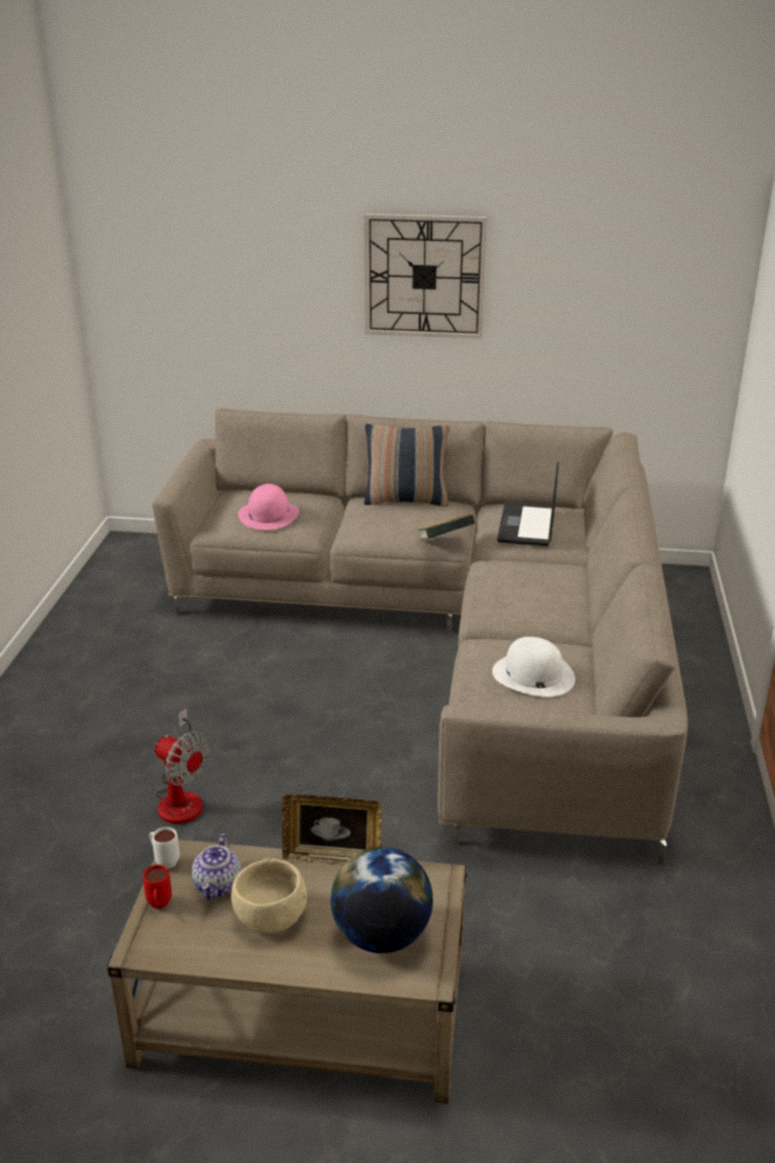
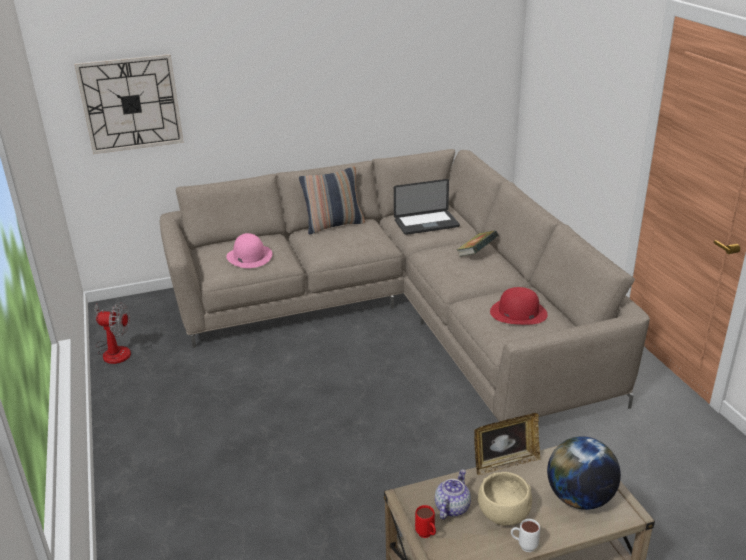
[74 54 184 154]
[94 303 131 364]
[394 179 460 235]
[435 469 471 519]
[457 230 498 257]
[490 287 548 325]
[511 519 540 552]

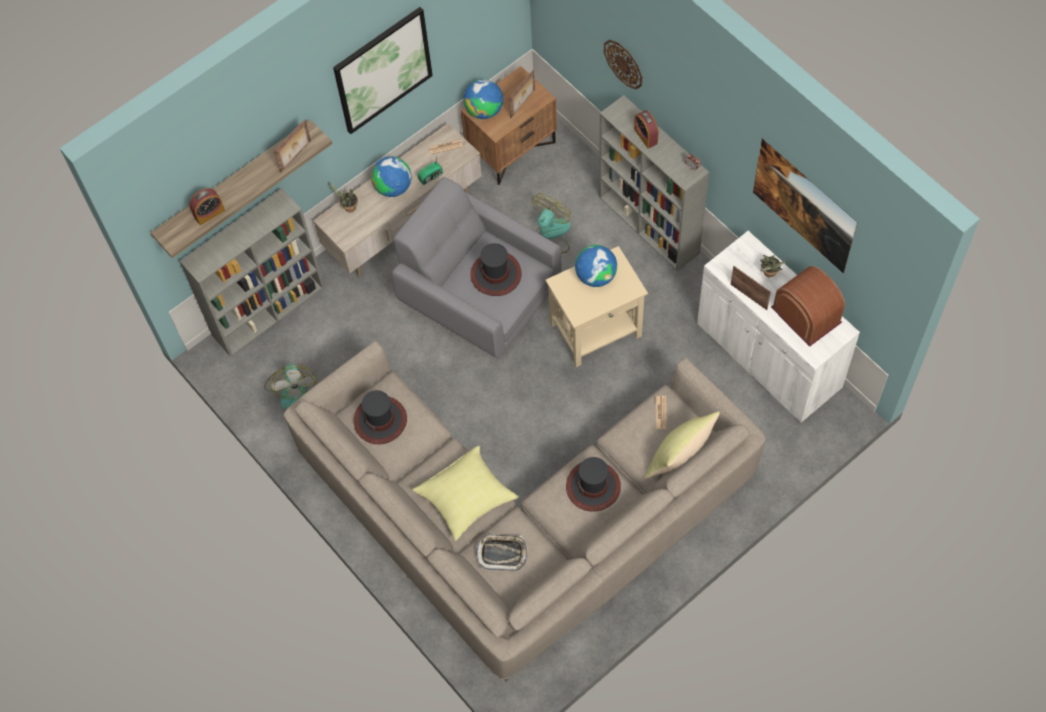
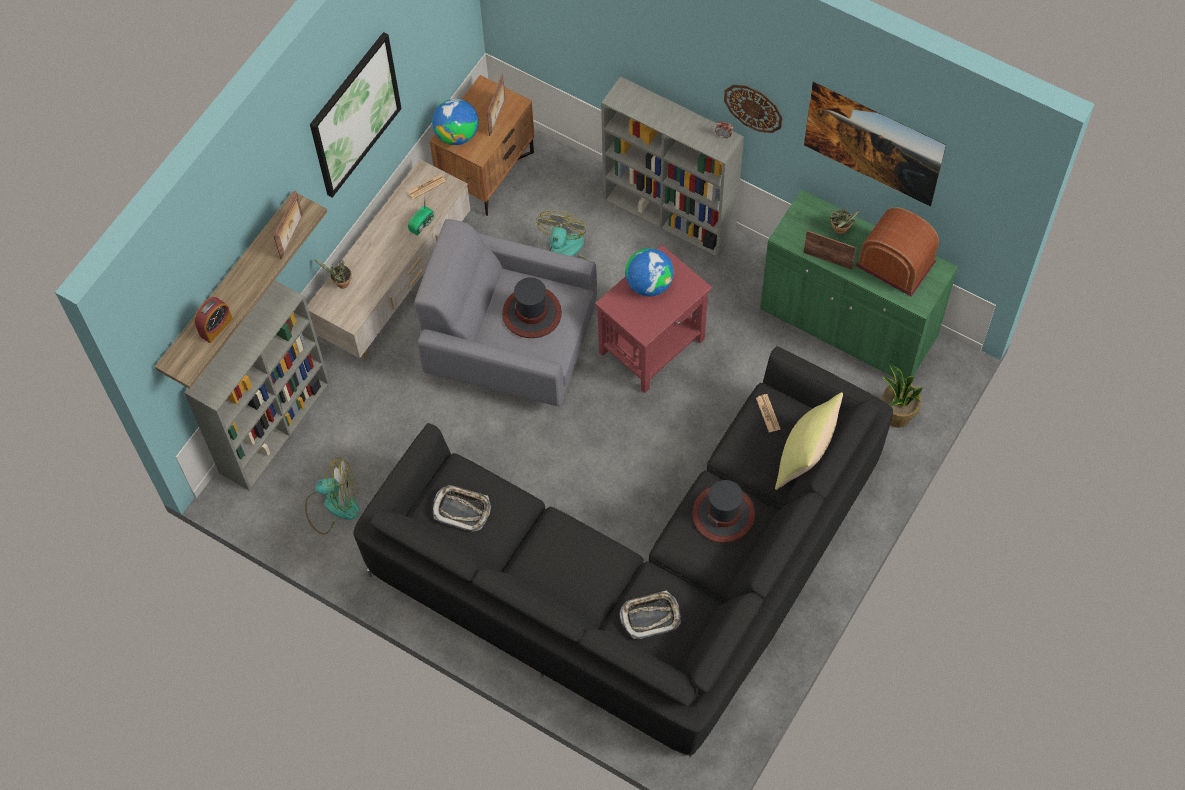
[305 457 360 535]
[353 346 893 757]
[433 485 491 532]
[595 245 712 393]
[724 85 783 133]
[760 190 958 379]
[882 366 923 428]
[371 156 412 197] (first image)
[412 446 519 541] (first image)
[634 110 658 148] (first image)

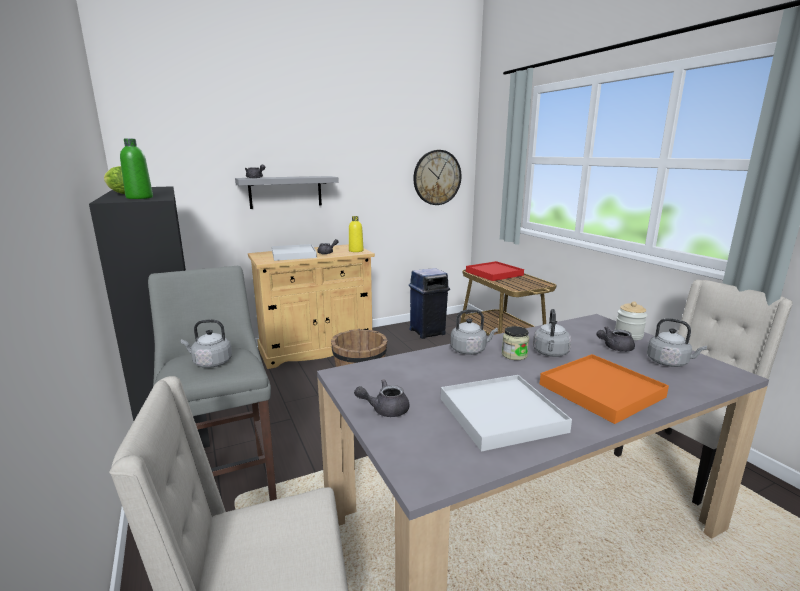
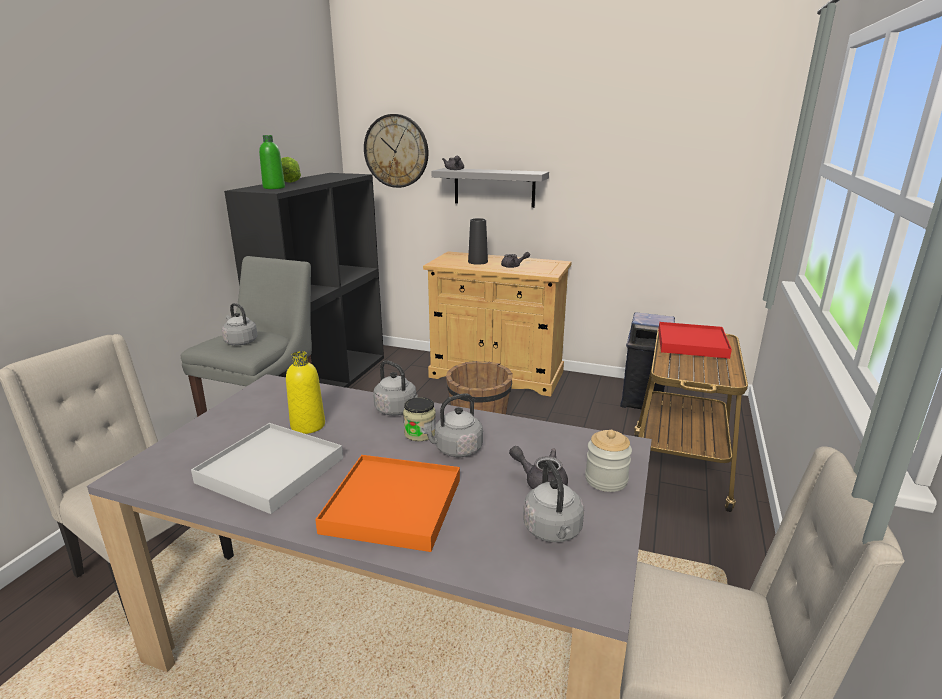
[286 351 325 434]
[364 114 428 188]
[468 218 488 265]
[354 379 409 417] (first image)

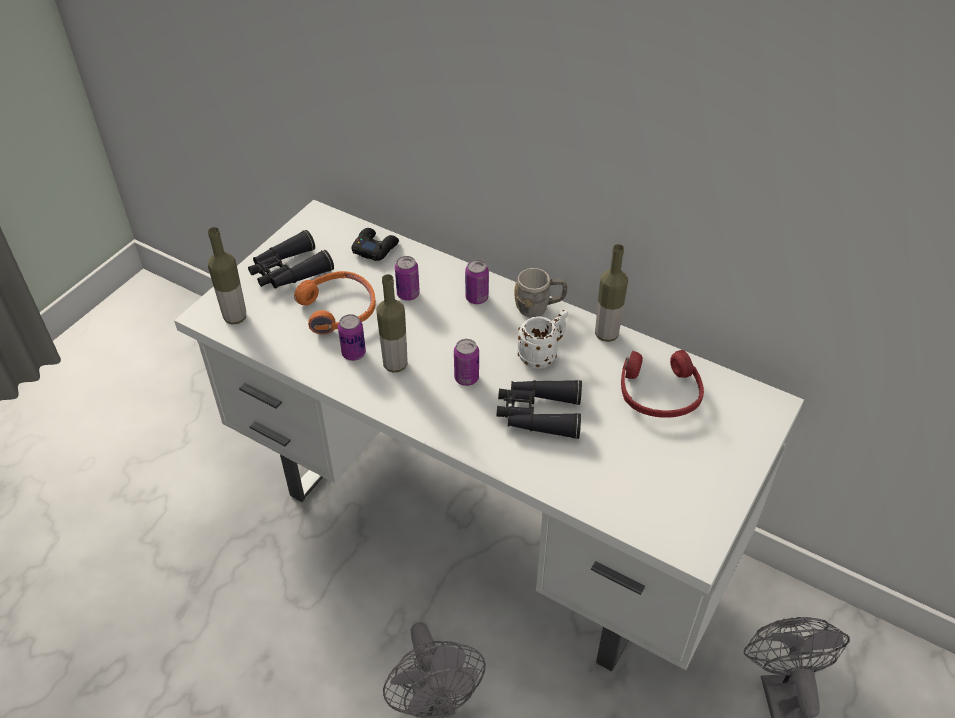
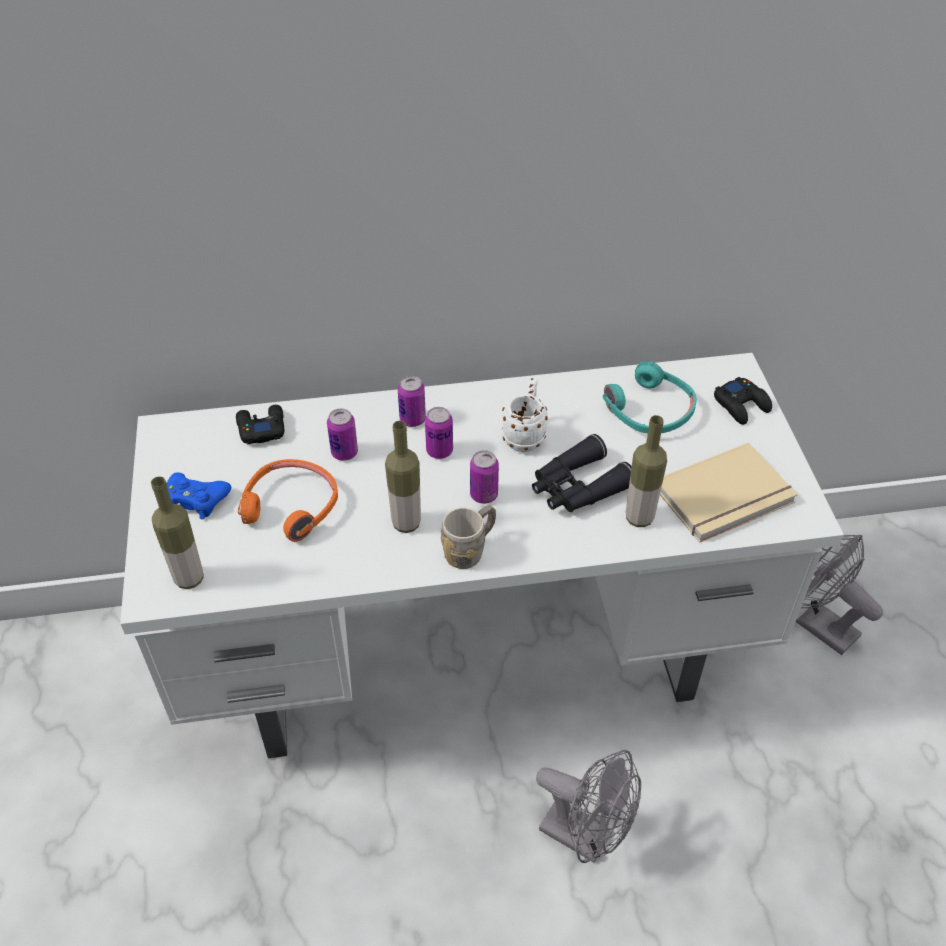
[167 472 231 519]
[425 407 453 459]
[441 505 496 569]
[603 361 697 433]
[626 415 667 527]
[660 442 798 543]
[714 377 772 425]

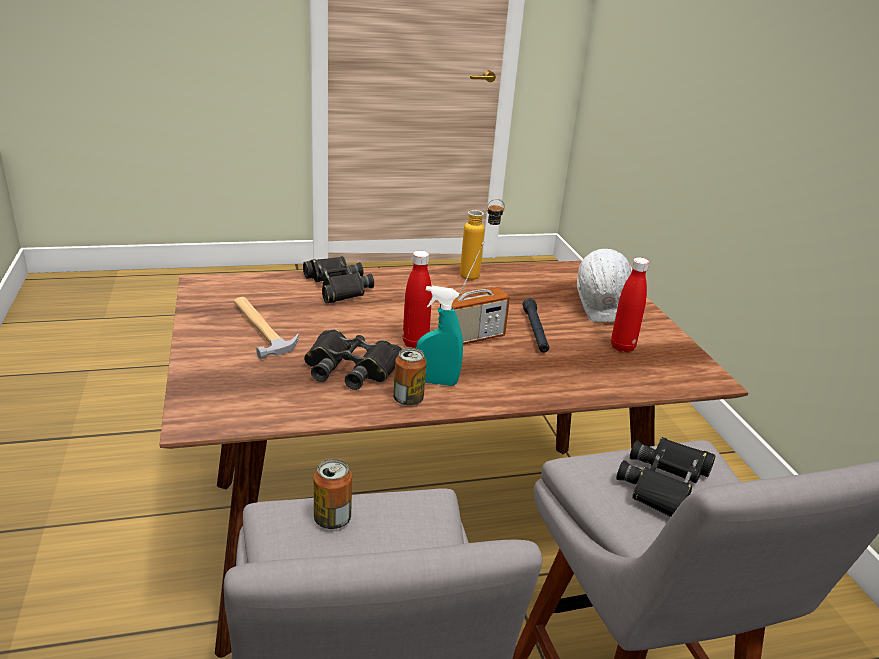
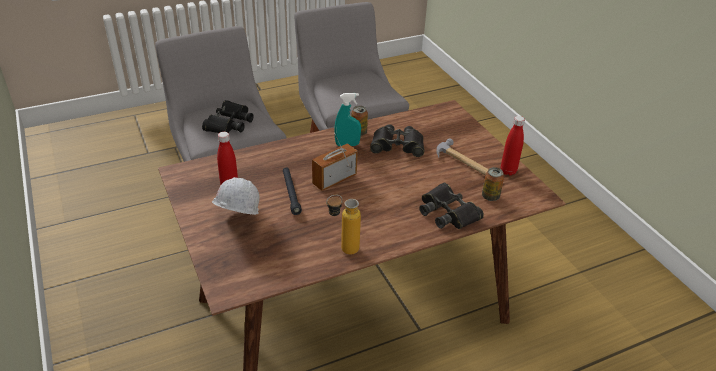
[482 167 504 201]
[501 116 525 175]

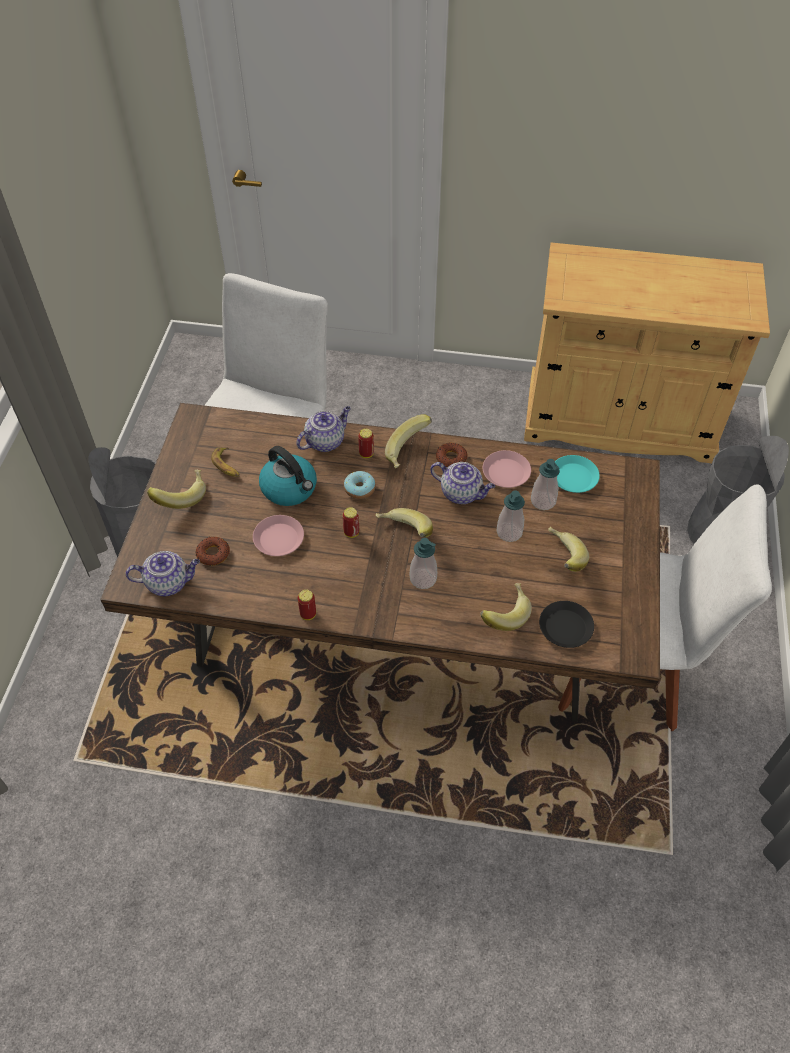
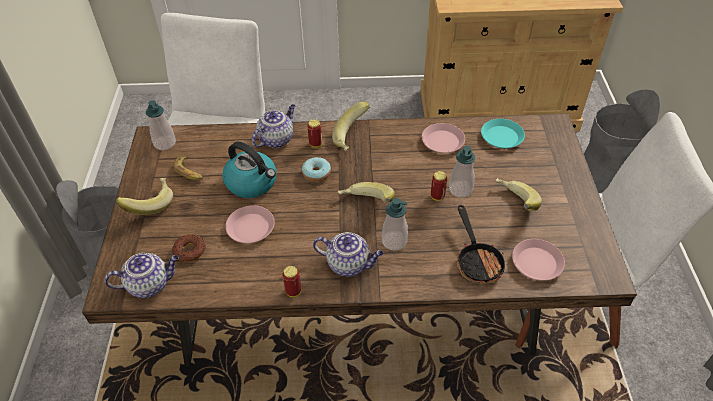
[146 100 176 150]
[313 232 384 277]
[431 171 447 201]
[457 205 508 284]
[512 239 565 281]
[436 442 468 467] (first image)

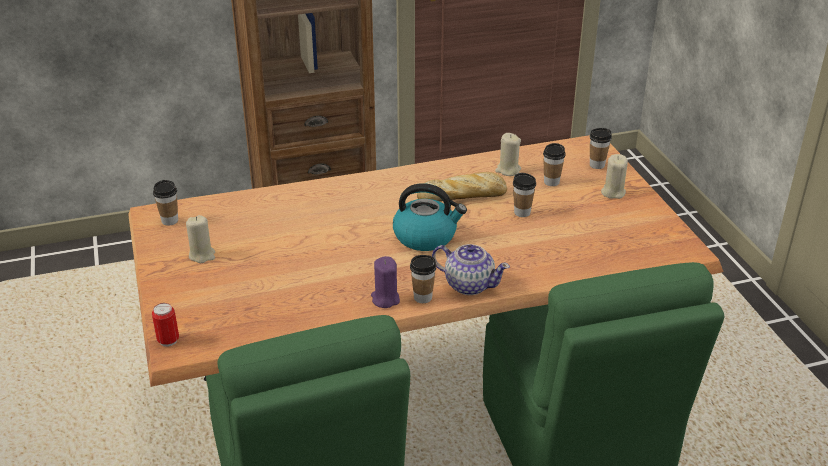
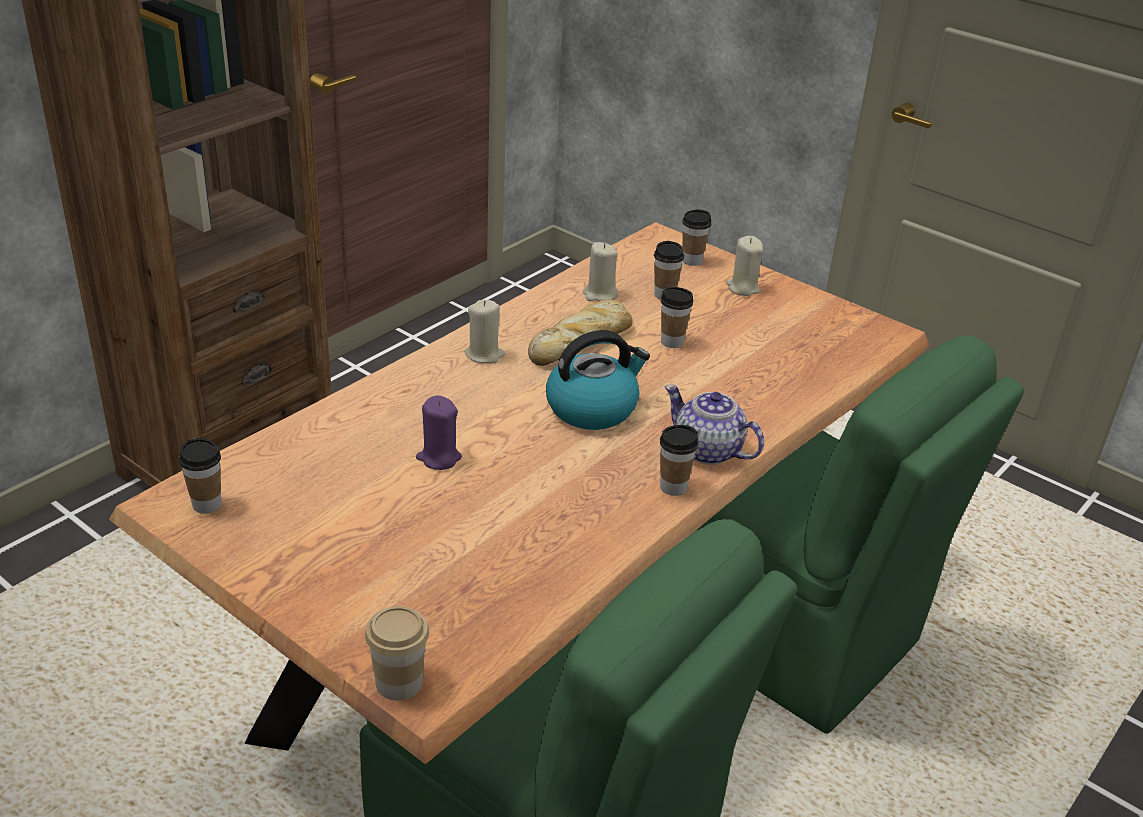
[365 606 429 700]
[416 395 462 470]
[465 300 505 363]
[664 385 764 465]

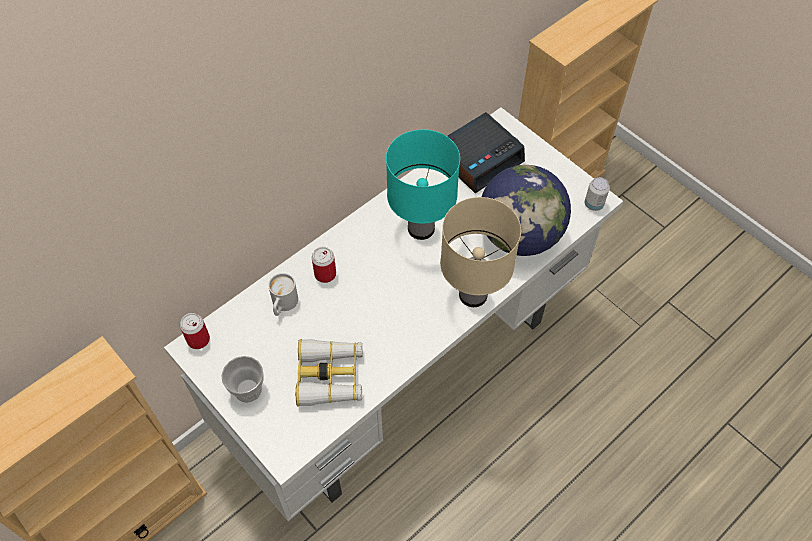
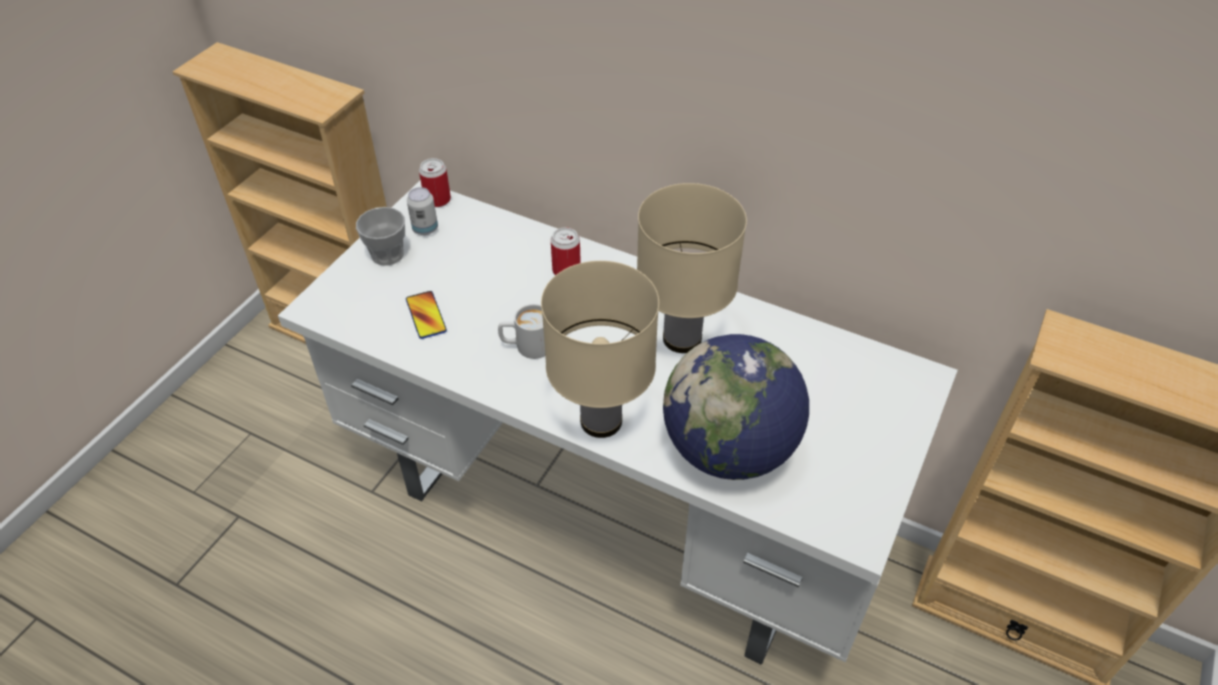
[406 291 447 339]
[407 187 438 235]
[498 304 545 359]
[637 183 747 353]
[447 112 525 193] (first image)

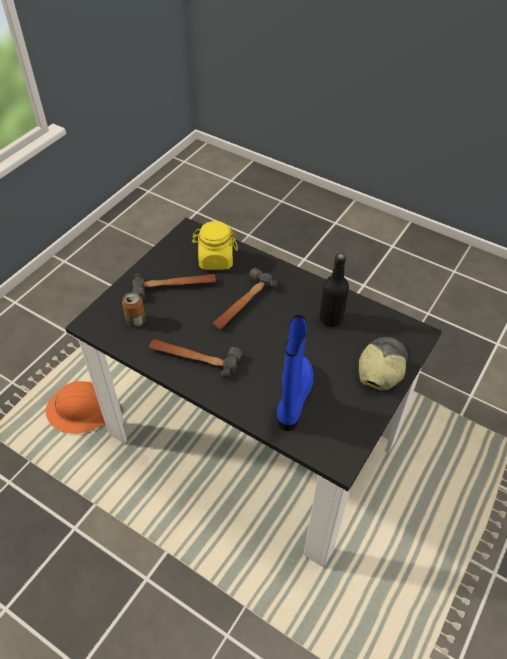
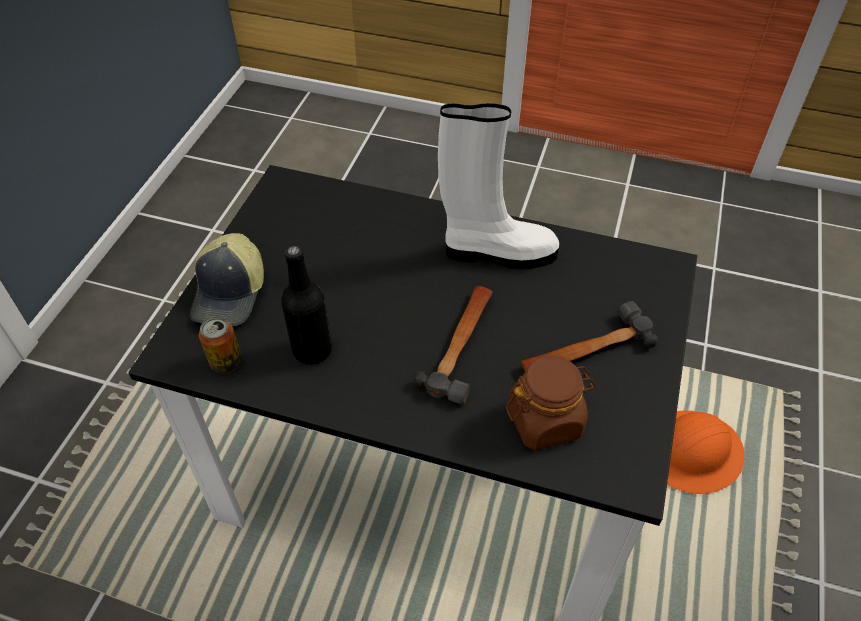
[199 316 242 373]
[438 103 559 269]
[506 356 596 450]
[277 315 314 431] (first image)

